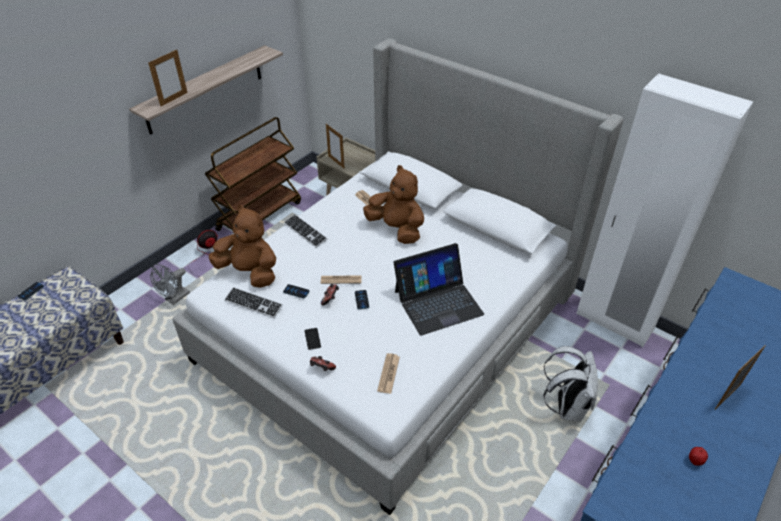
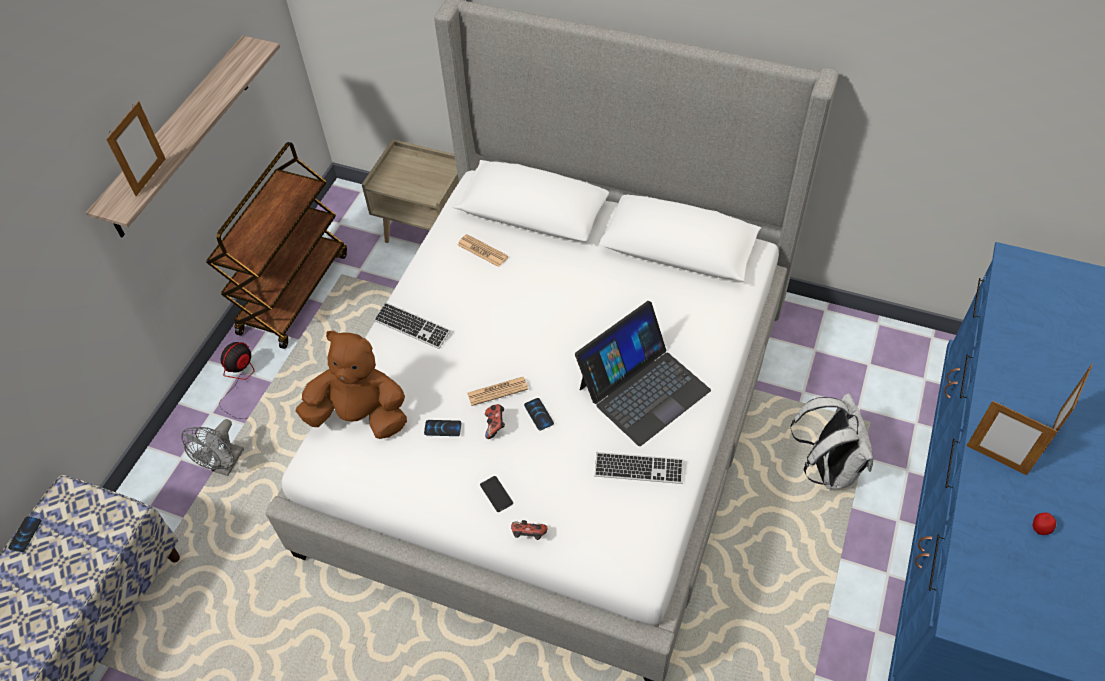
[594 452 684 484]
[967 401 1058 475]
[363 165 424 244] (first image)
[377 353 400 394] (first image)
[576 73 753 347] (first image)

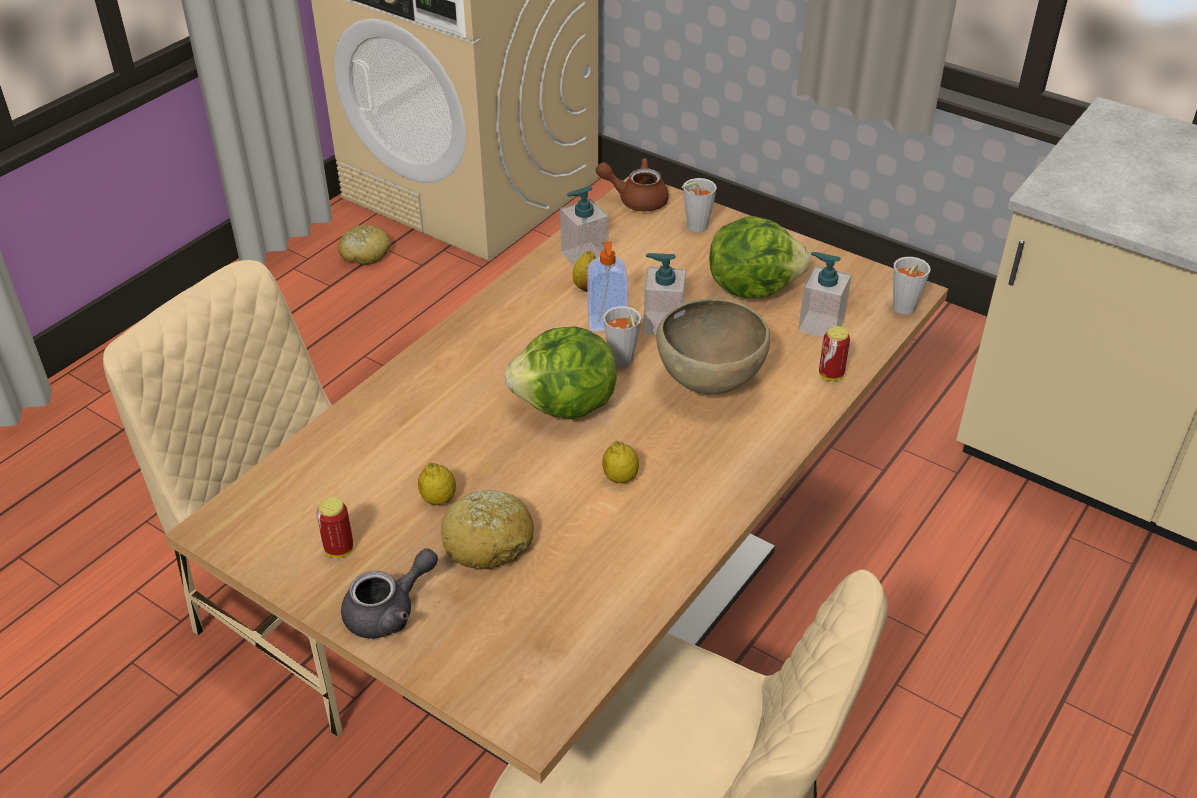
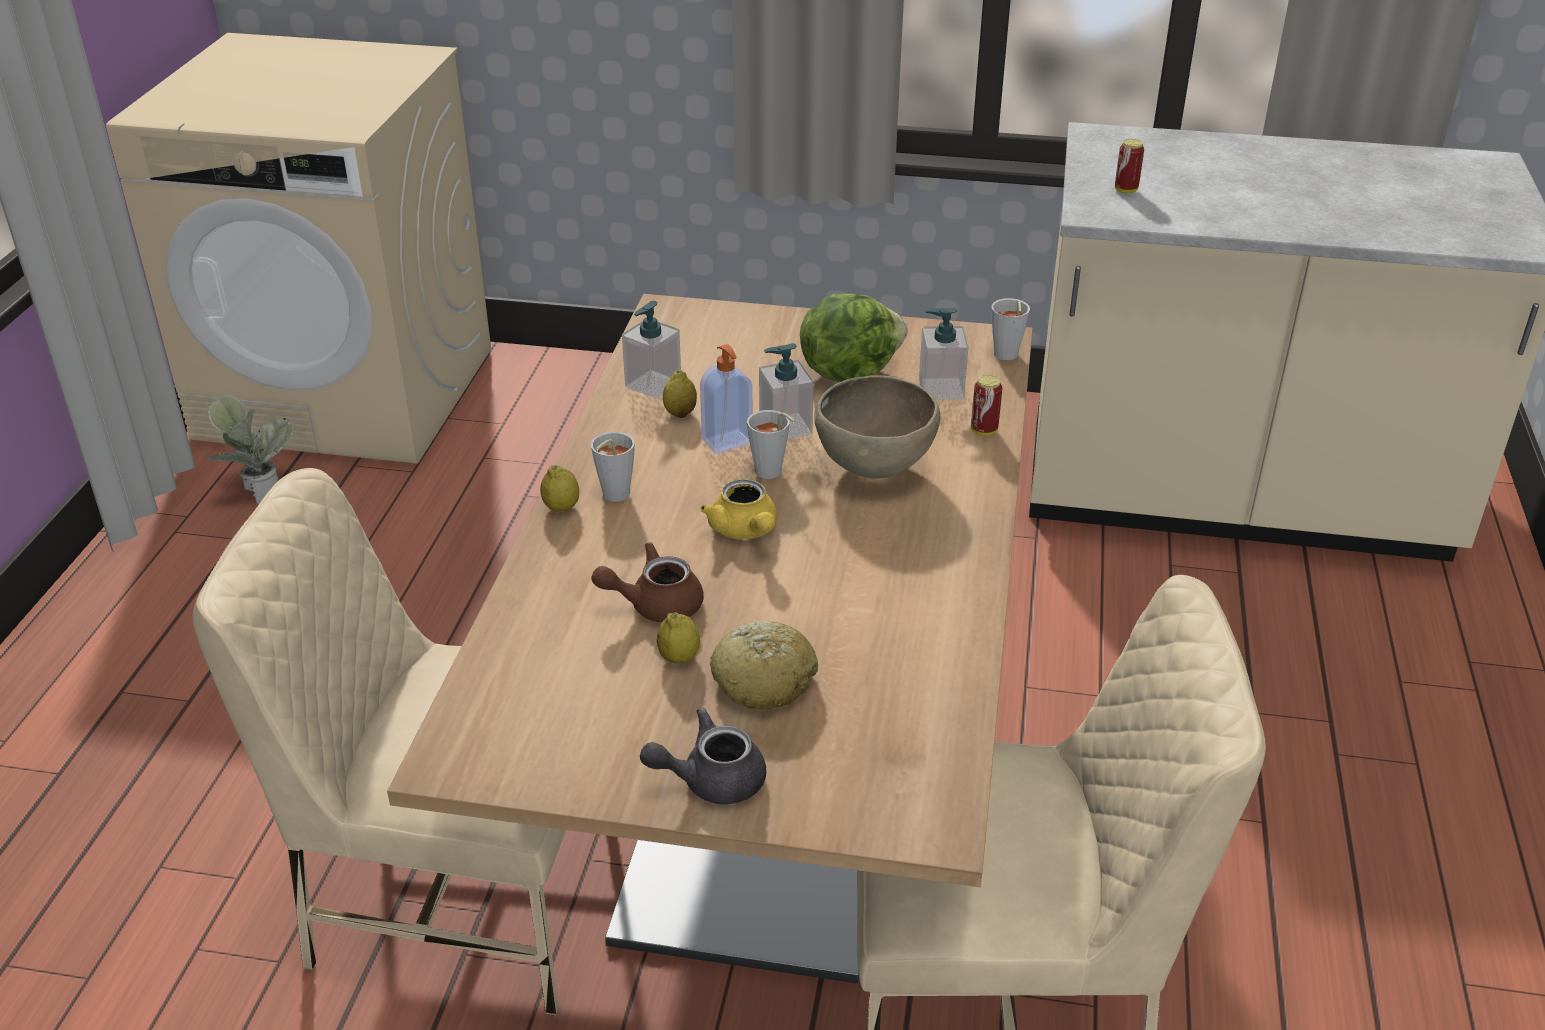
[205 394 294 505]
[540 465 579 511]
[591 431 635 502]
[591 542 704 622]
[640 708 766 805]
[700 479 777 539]
[1115 139 1144 193]

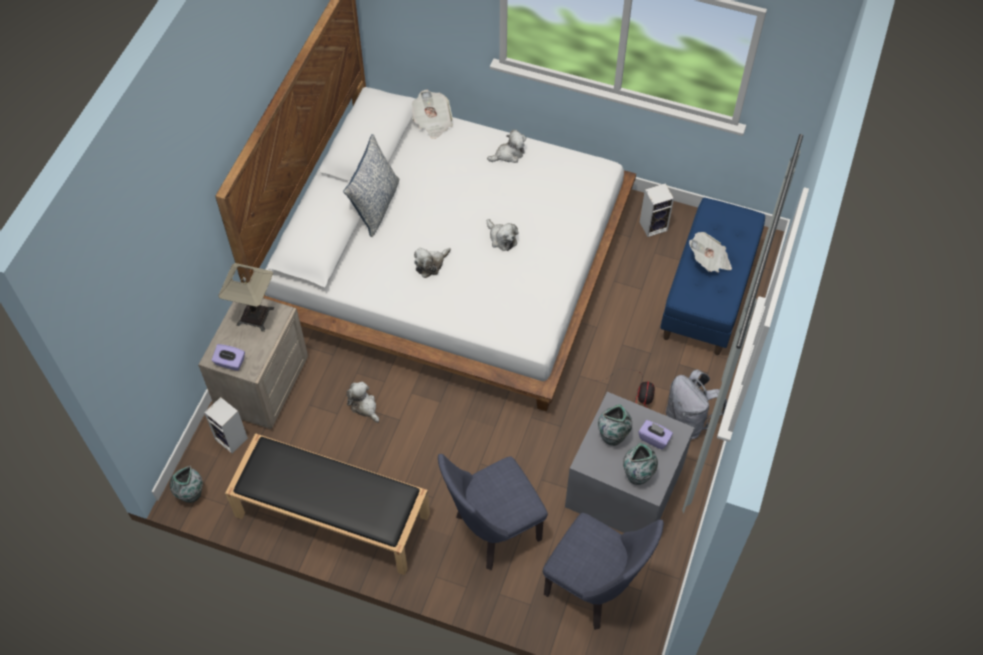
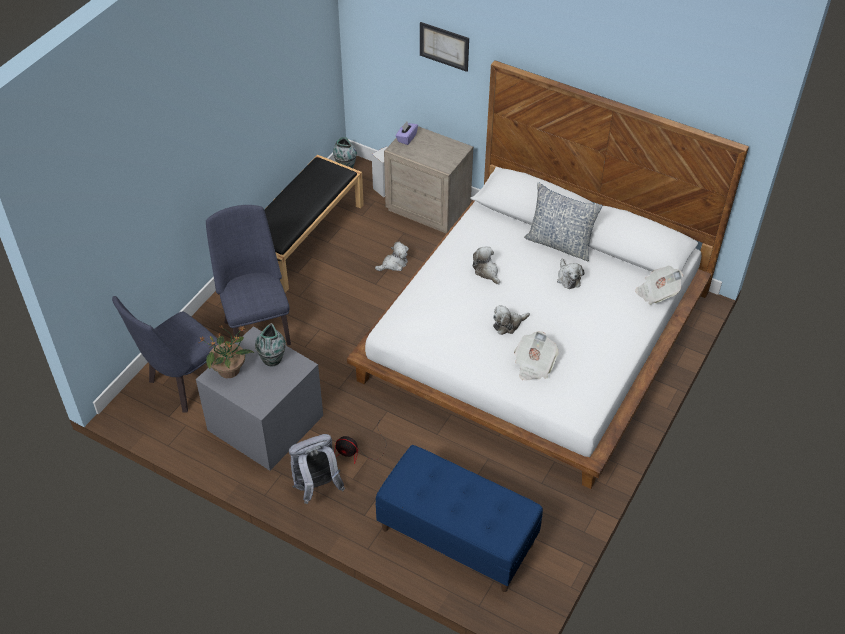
[199 326 254 378]
[420 22 469 72]
[514 331 559 380]
[557 259 584 289]
[218 263 274 332] (first image)
[638 420 673 450] (first image)
[640 183 674 237] (first image)

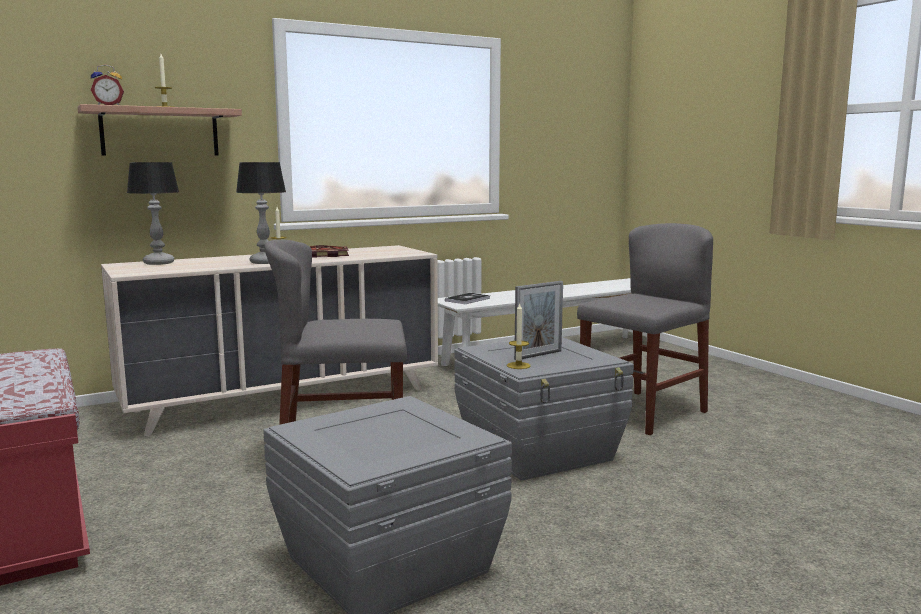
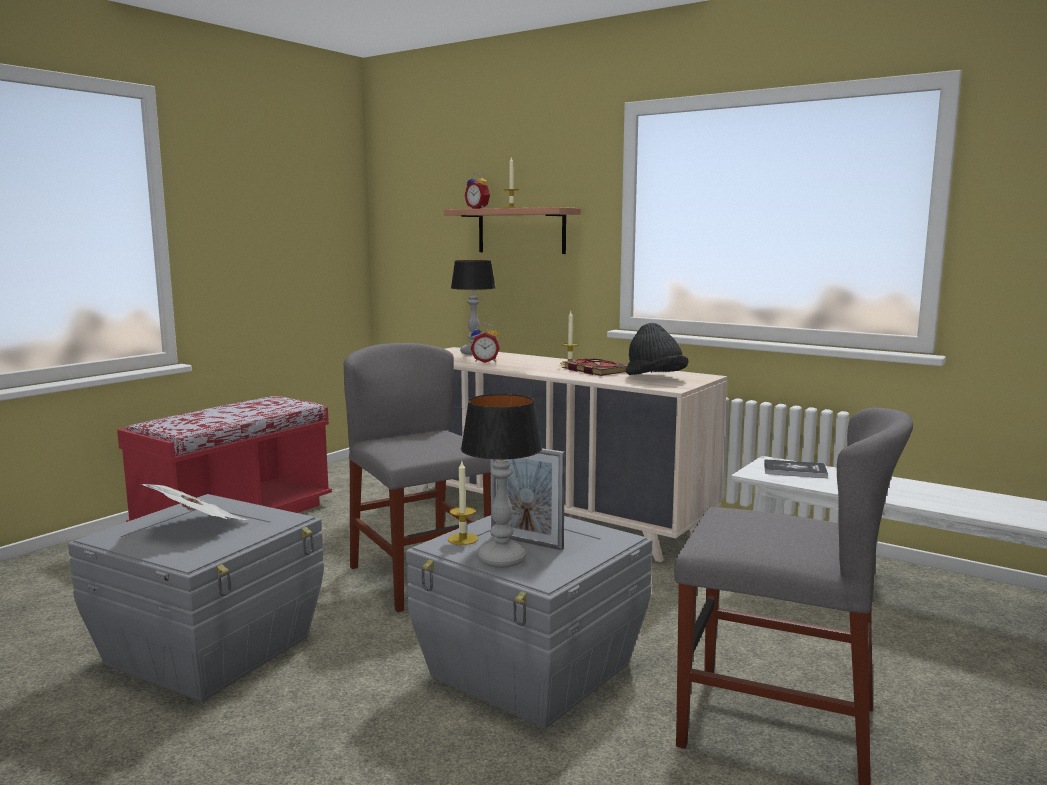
[140 484 249 520]
[461 394 542 568]
[470 323 500 363]
[626 323 689 375]

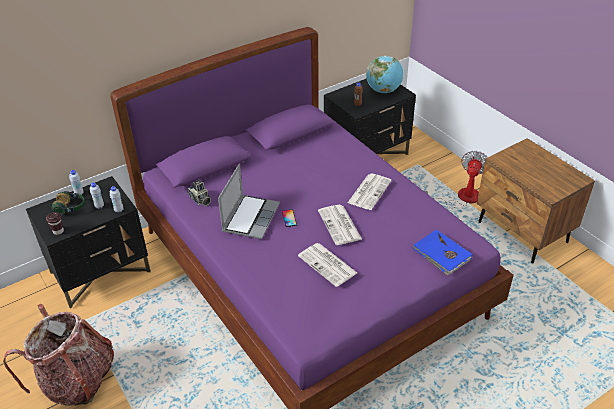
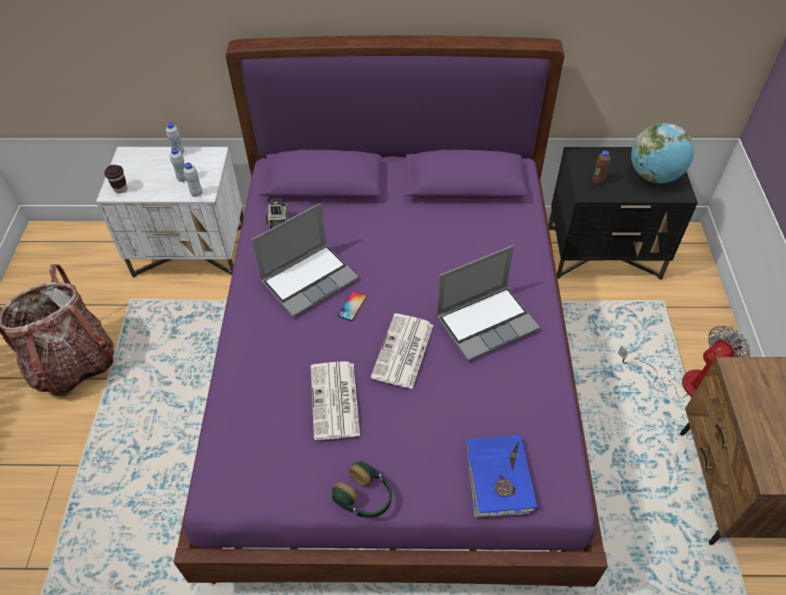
[96 147 244 278]
[332 461 392 518]
[436 245 540 361]

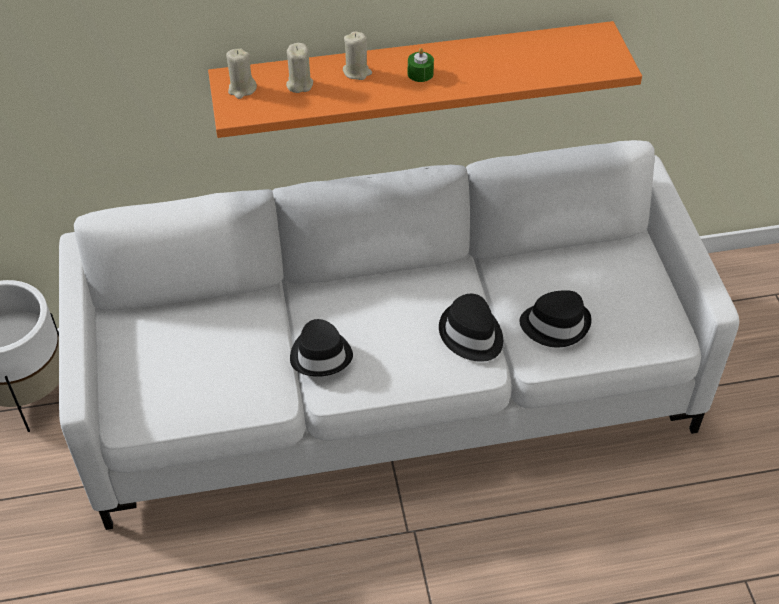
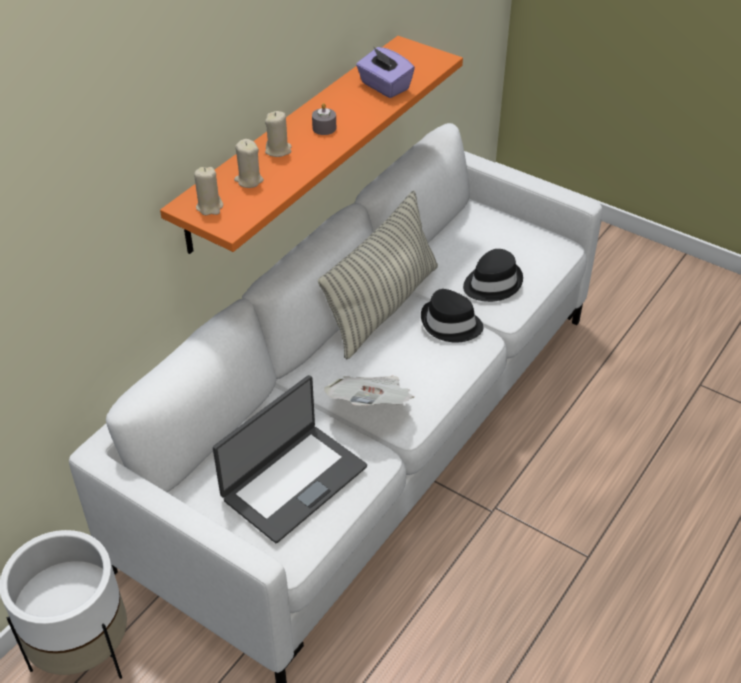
[213 375 367 543]
[312 103 336 135]
[318 190 438 359]
[324 376 414 406]
[356 47 415 98]

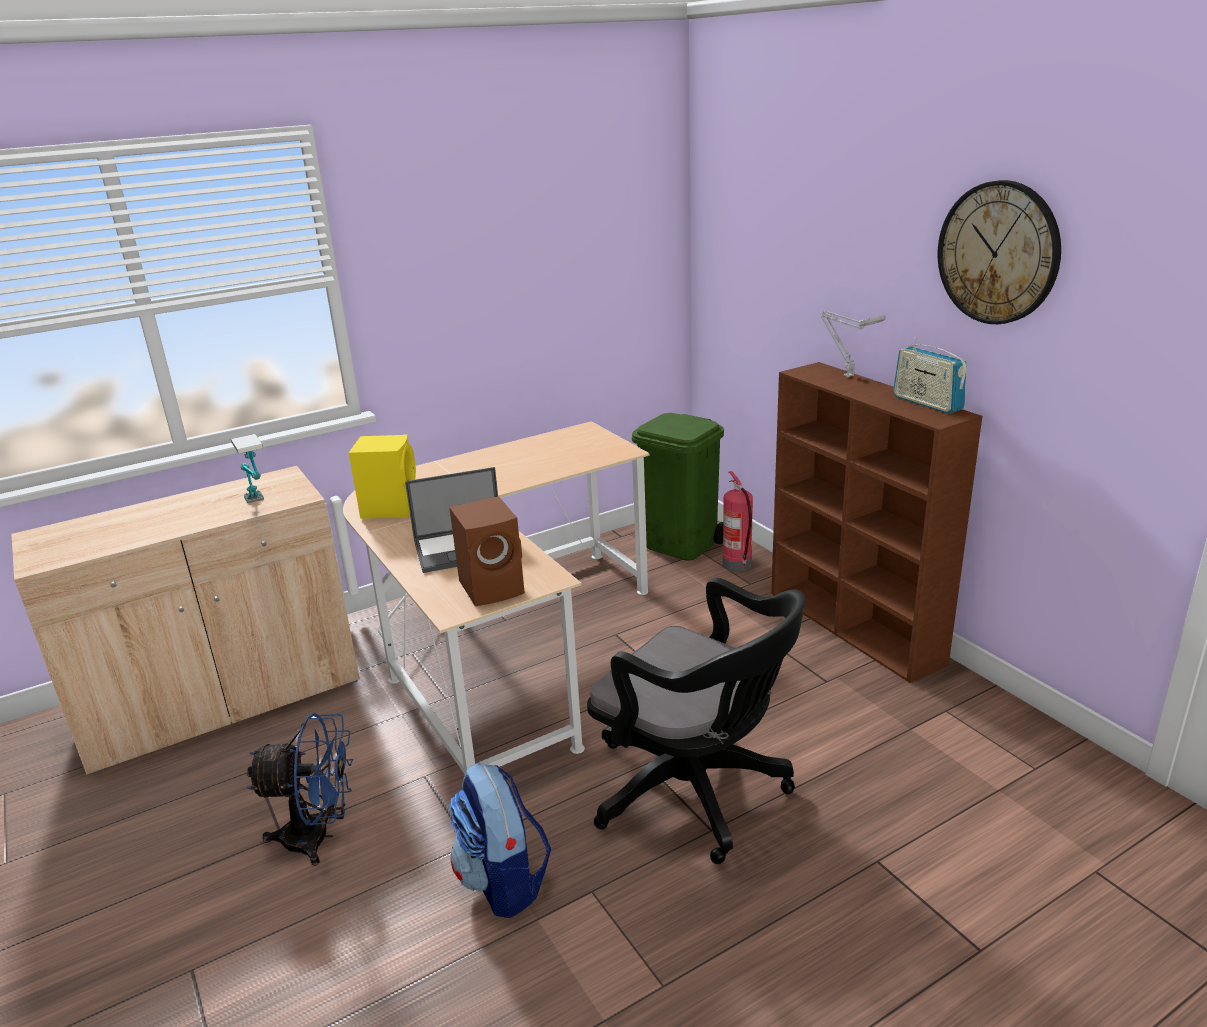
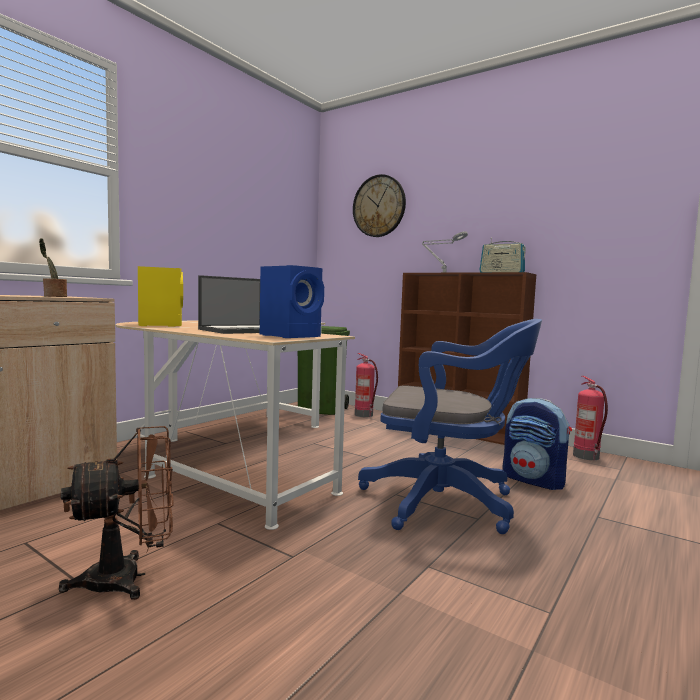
[39 238 67 297]
[59 426 174 600]
[260 265 324 338]
[353 174 406 237]
[358 319 542 534]
[502 398 572 490]
[573 376 608 460]

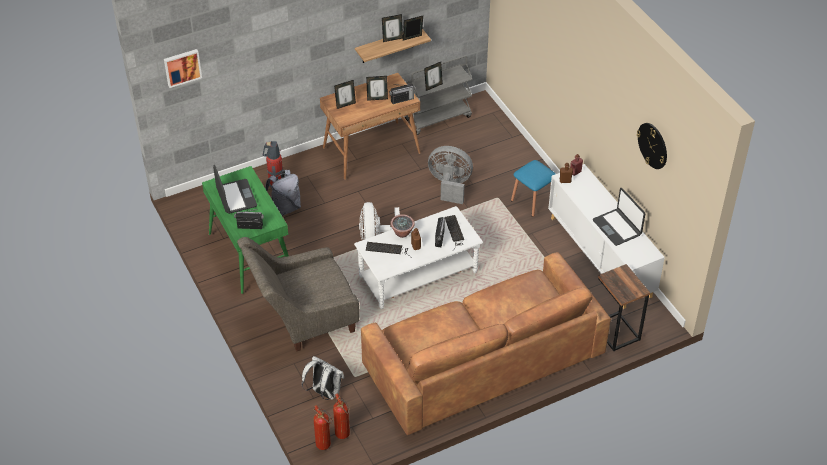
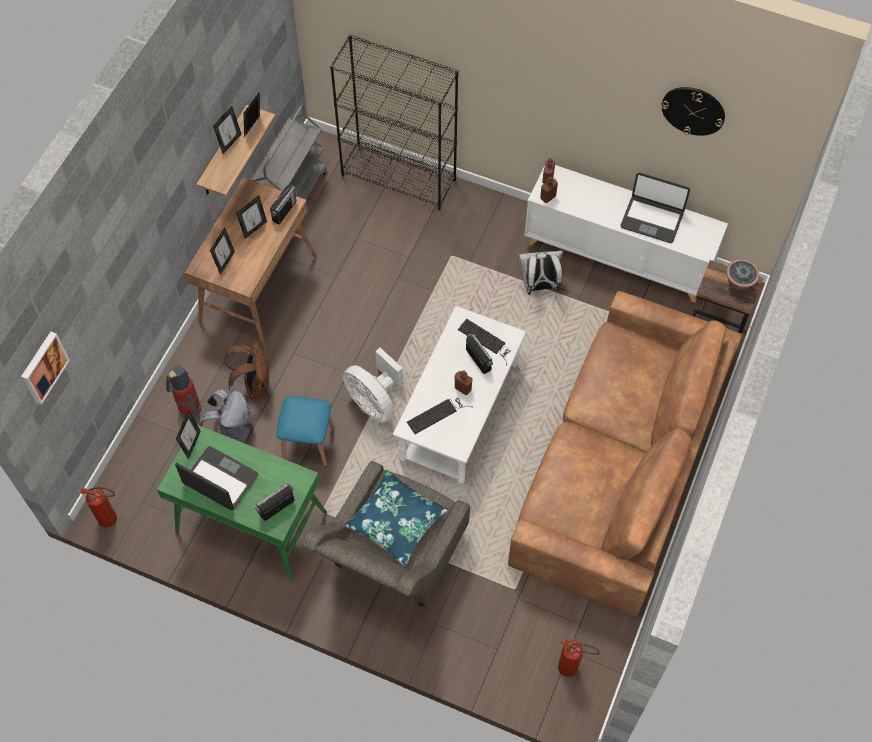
[80 487 117 528]
[176 410 201 459]
[224 341 269 399]
[277 396 335 467]
[330 34 459 210]
[346 470 448 567]
[518 251 563 295]
[726 259 759 291]
[428 146 473 204] (first image)

